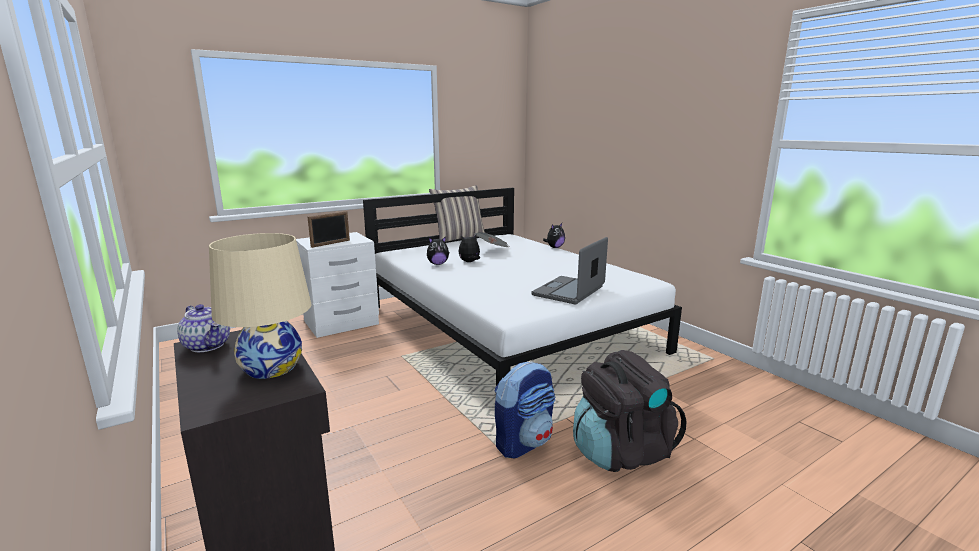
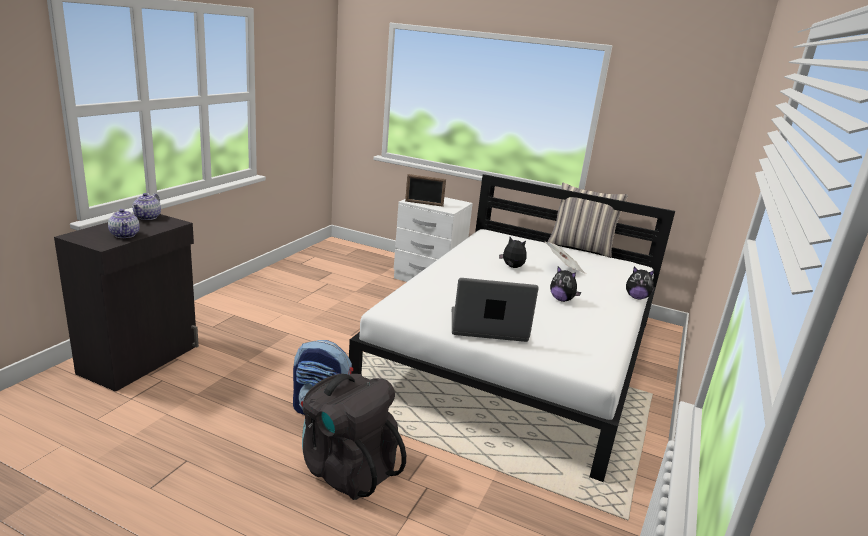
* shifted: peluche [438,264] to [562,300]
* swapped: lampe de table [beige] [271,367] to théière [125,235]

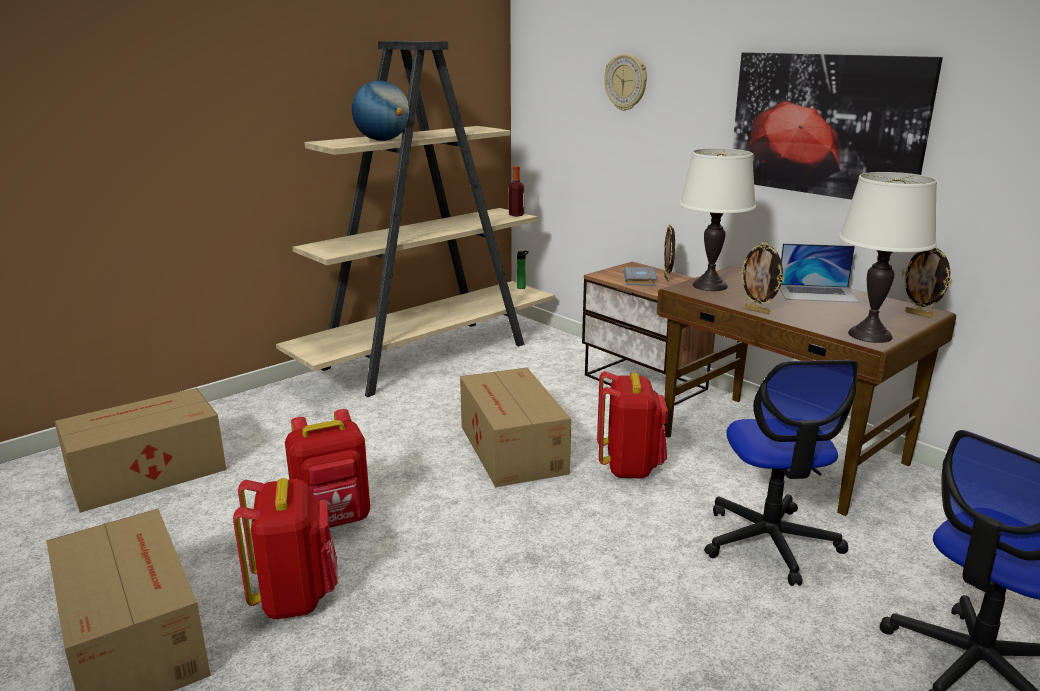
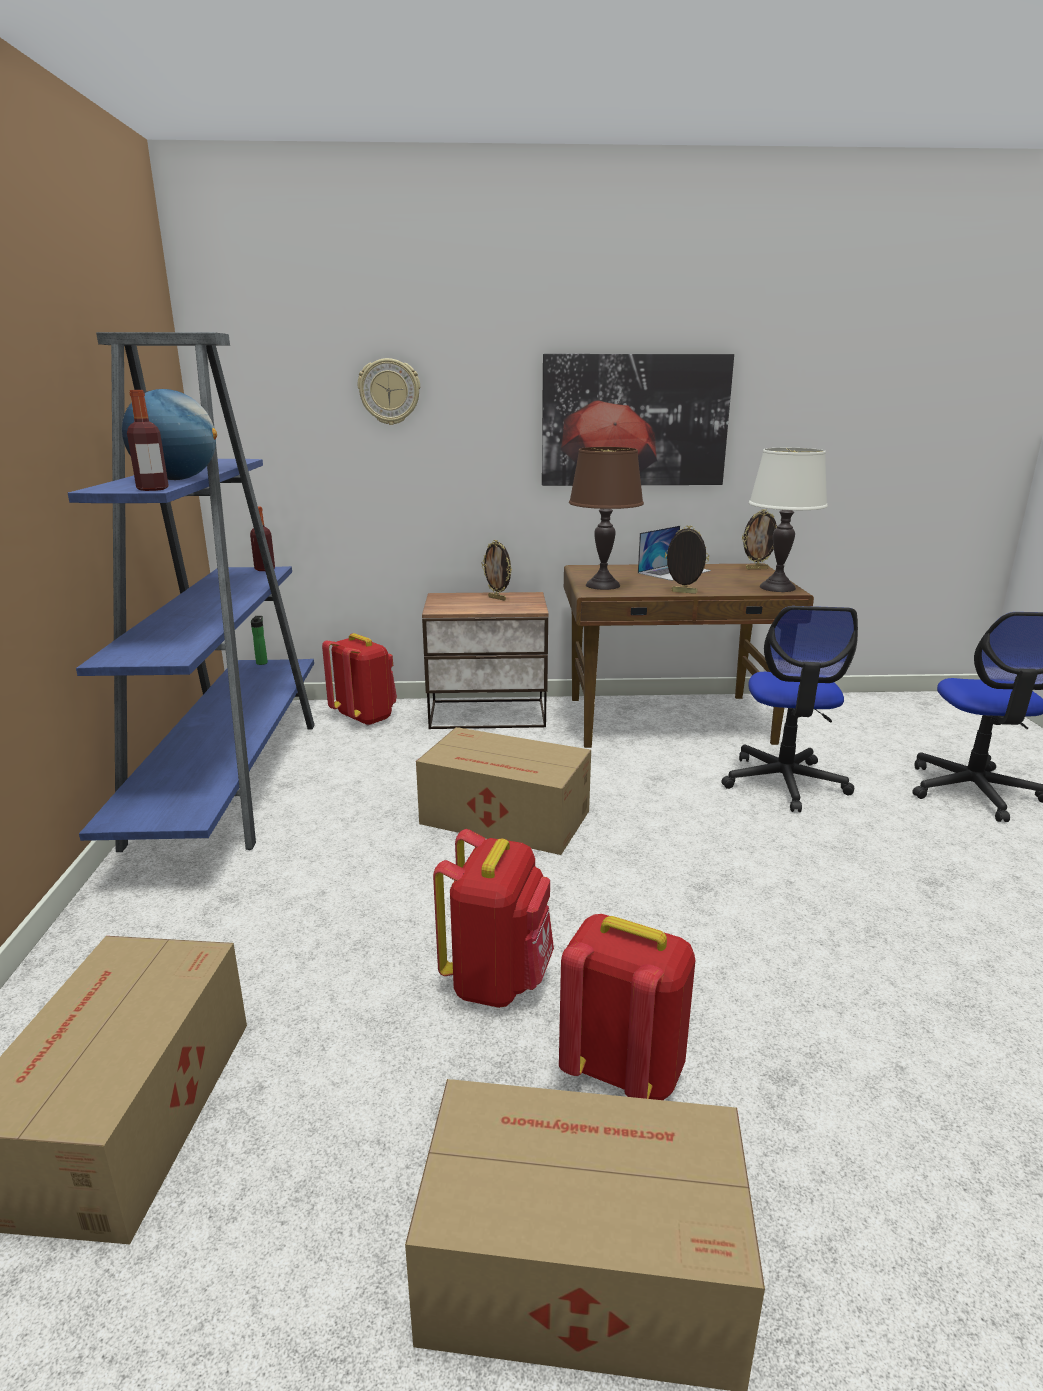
* gone: livre [gris] [641,280]
* new: bouteille [153,489]
* shifted: sac à dos [rouge] [630,467] to [365,717]
* repainted: bibliothèque [beige] [429,356] to bibliothèque [bleu] [231,777]
* repainted: lampe de table [blanc] [709,286] to lampe de table [marron] [602,585]
* rotated: chaise de bureau [770,542] = [784,782] 60 degrees clockwise
* rotated: cadre photo [757,311] = [683,592] 150 degrees counterclockwise

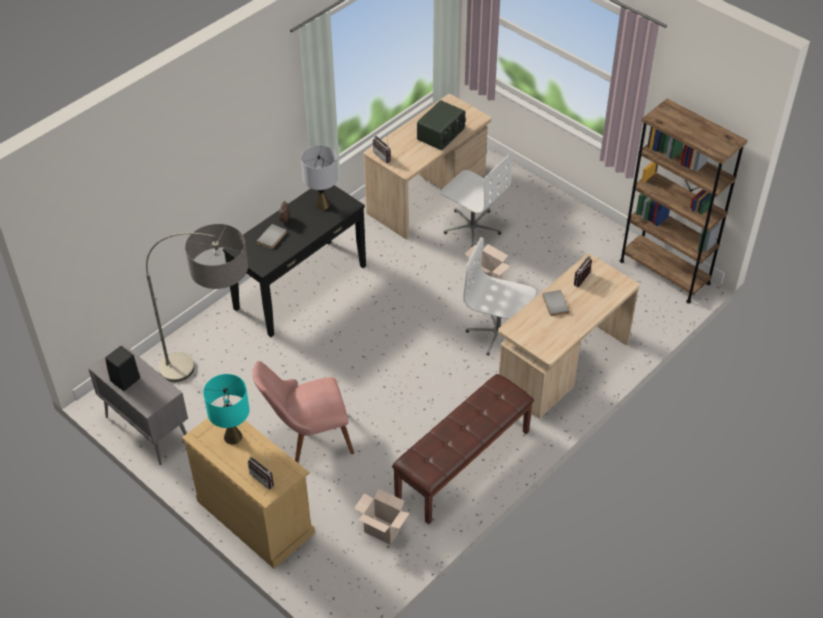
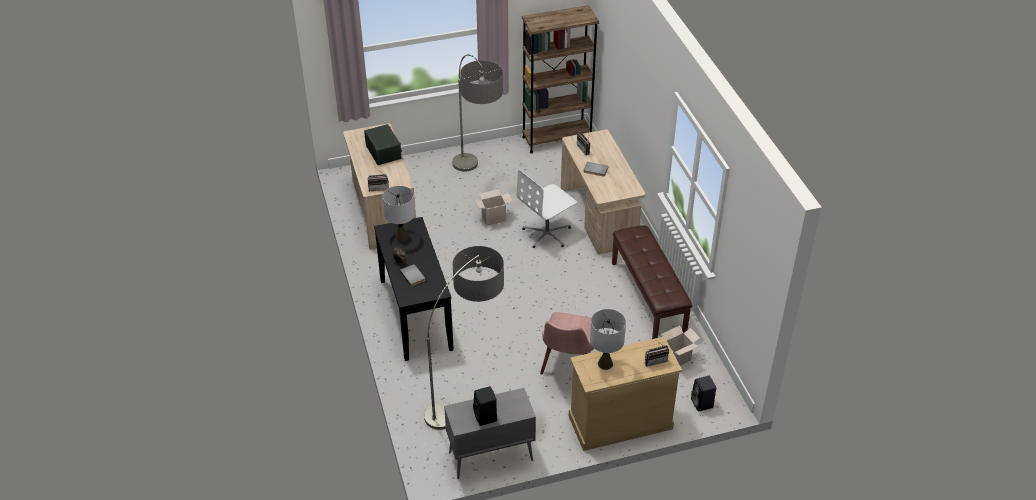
* gone: chaise de bureau [blanc] [472,227]
* new: lampadaire [477,181]
* new: enceinte [noir] [702,404]
* repainted: lampe de table [turquoise] [233,437] to lampe de table [gris] [605,364]

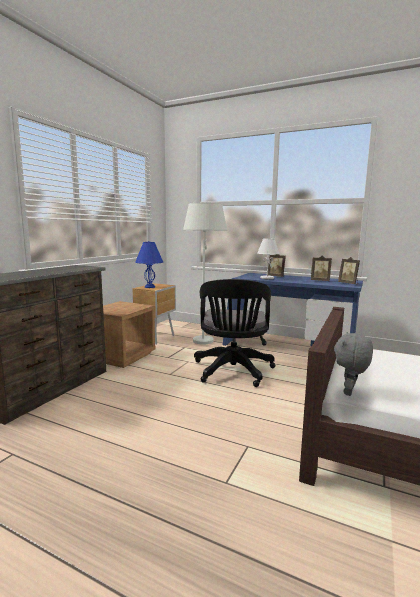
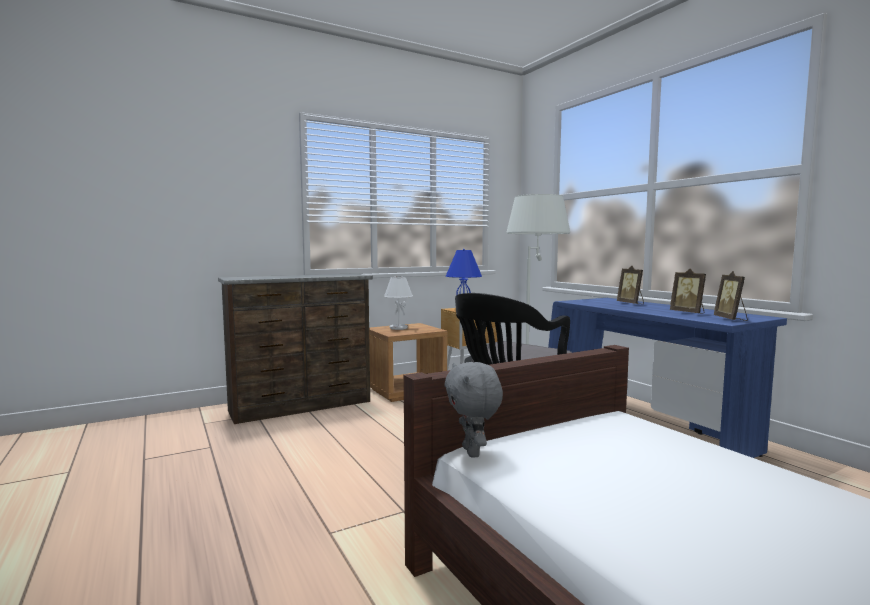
* shifted: lampe de table [blanc] [266,278] to [398,328]
* rotated: peluche [gris] [350,392] = [473,452] 75 degrees counterclockwise

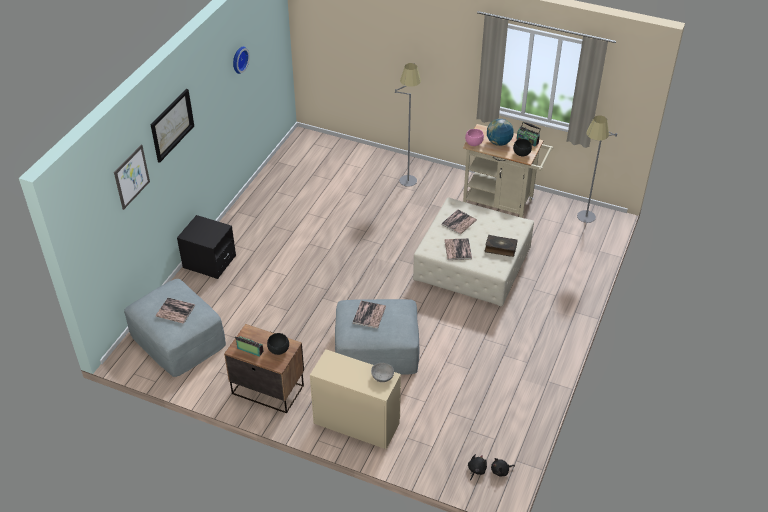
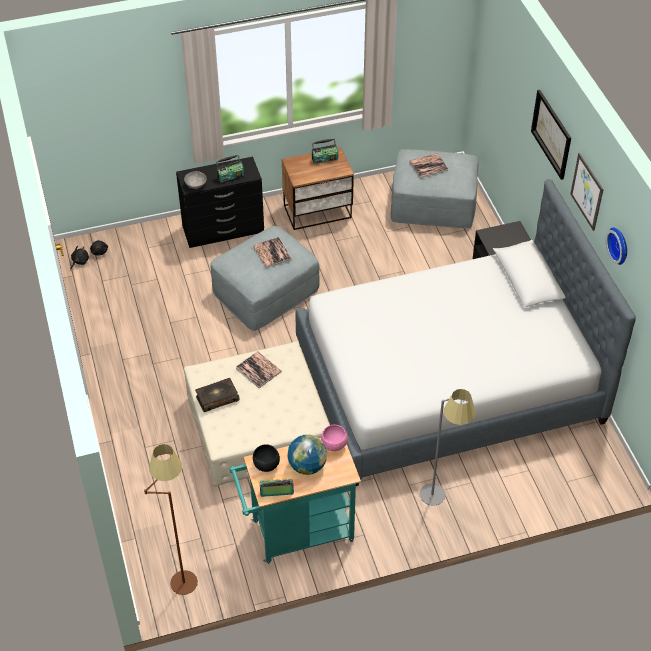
* gone: bol [noir] [279,350]
* gone: livre [459,222]
* new: radio [230,176]
* new: lit [448,382]
* shifted: tableau [131,177] to [587,191]
* repainted: commode [beige] [356,422] to commode [noir] [223,230]
* repainted: chariot [beige] [502,204] to chariot [turquoise] [296,533]
* repainted: lampadaire [gris] [584,221] to lampadaire [marron] [181,572]

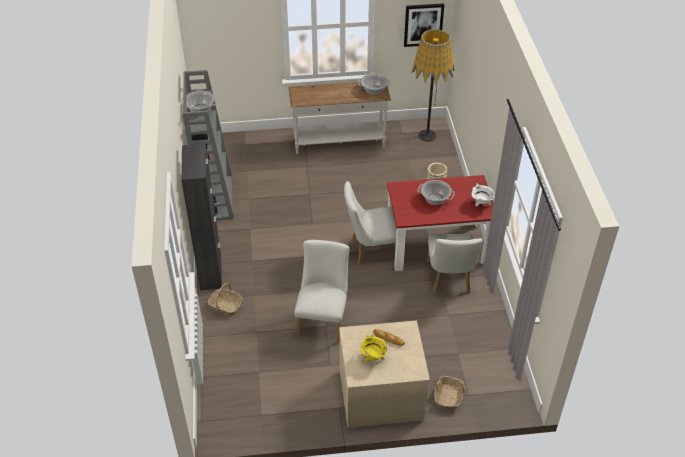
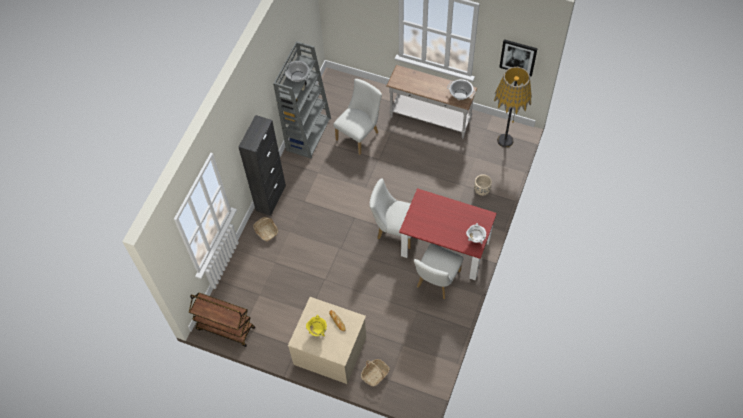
* gone: marmite [435,199]
* new: chariot [marron] [225,328]
* shifted: chaise [blanc] [323,319] to [359,134]

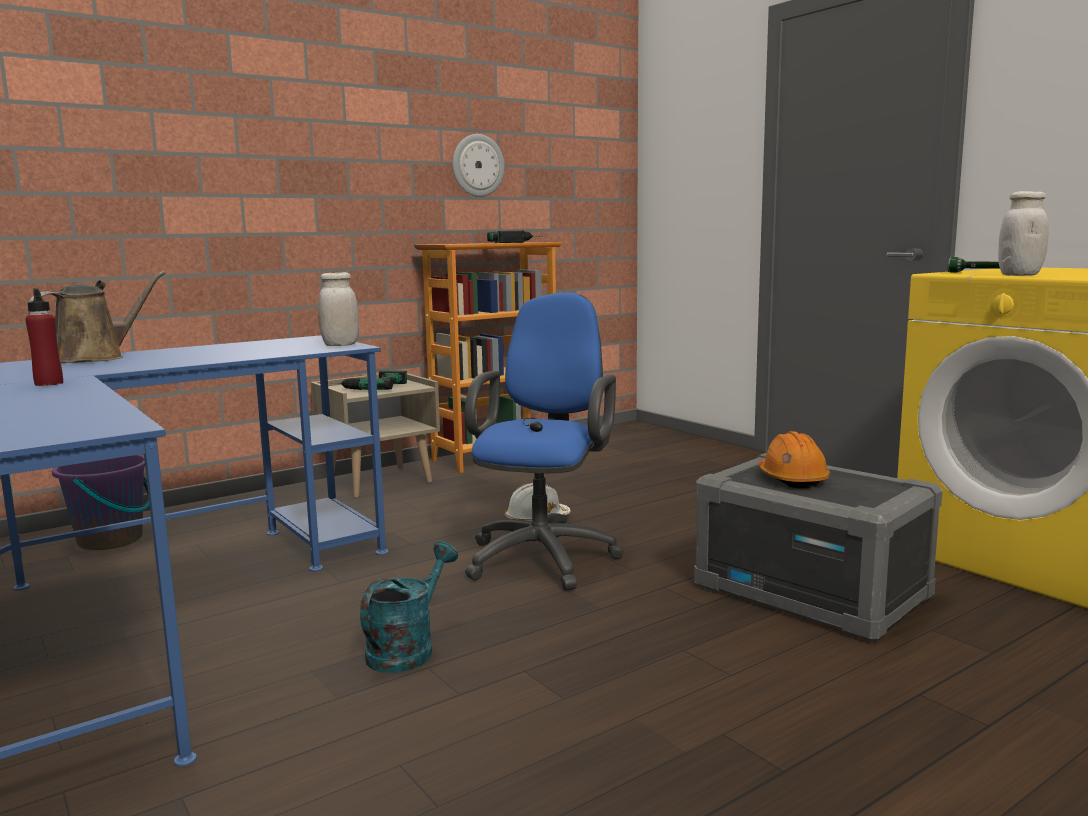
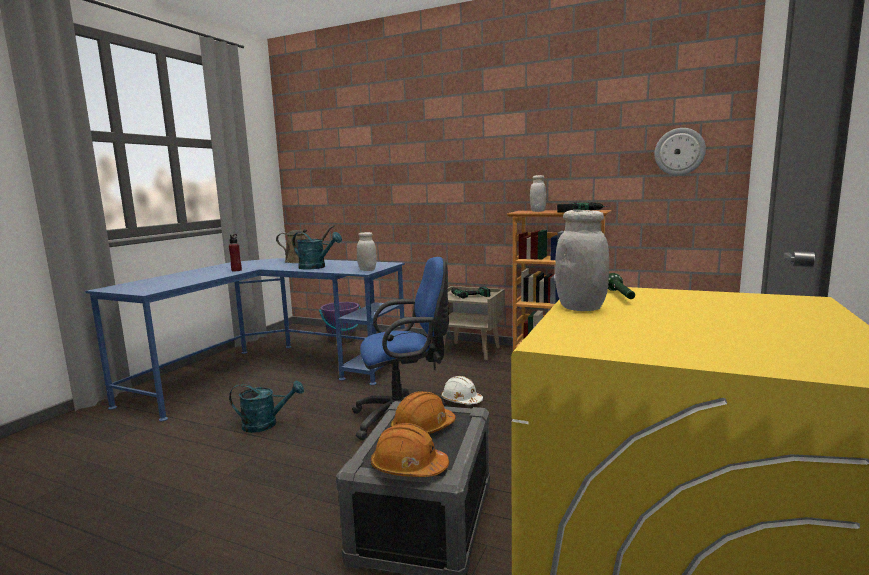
* new: arrosoir [turquoise] [316,267]
* new: casque de chantier [orange] [408,467]
* new: bocal [blanc] [537,211]
* shifted: horloge murale [477,165] to [679,152]

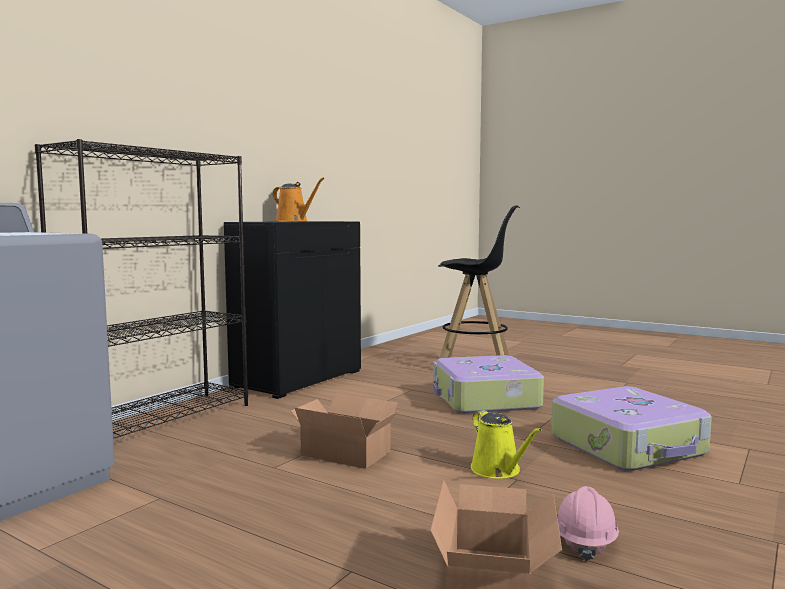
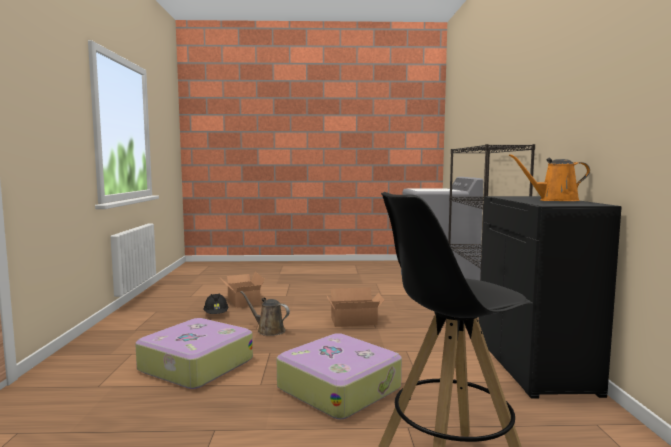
* repainted: arrosoir [jaune] [498,471] to arrosoir [marron] [268,330]
* repainted: casque de chantier [rose] [585,542] to casque de chantier [noir] [216,314]

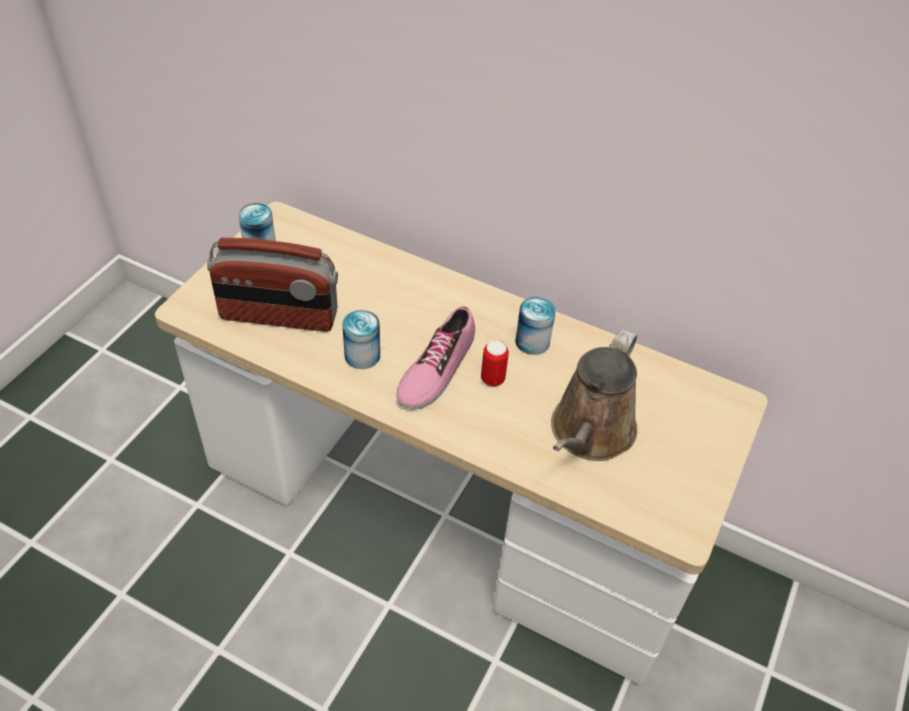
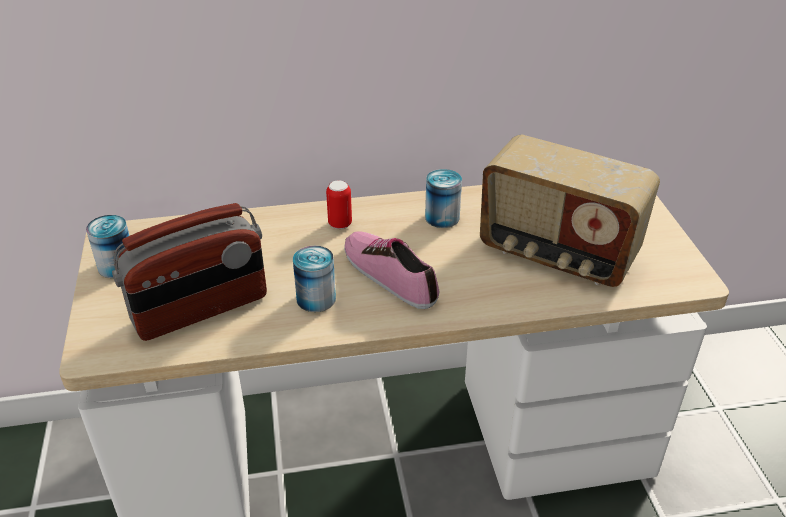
* shifted: boîte métallique [492,379] to [340,224]
* swapped: arrosoir [marron] [589,433] to radio [557,254]
* rotated: chaussure [436,368] = [390,274] 150 degrees clockwise

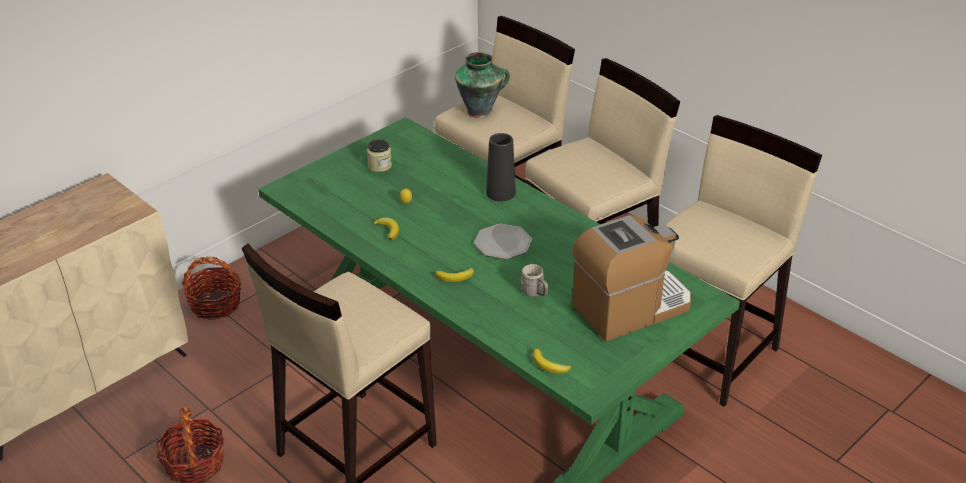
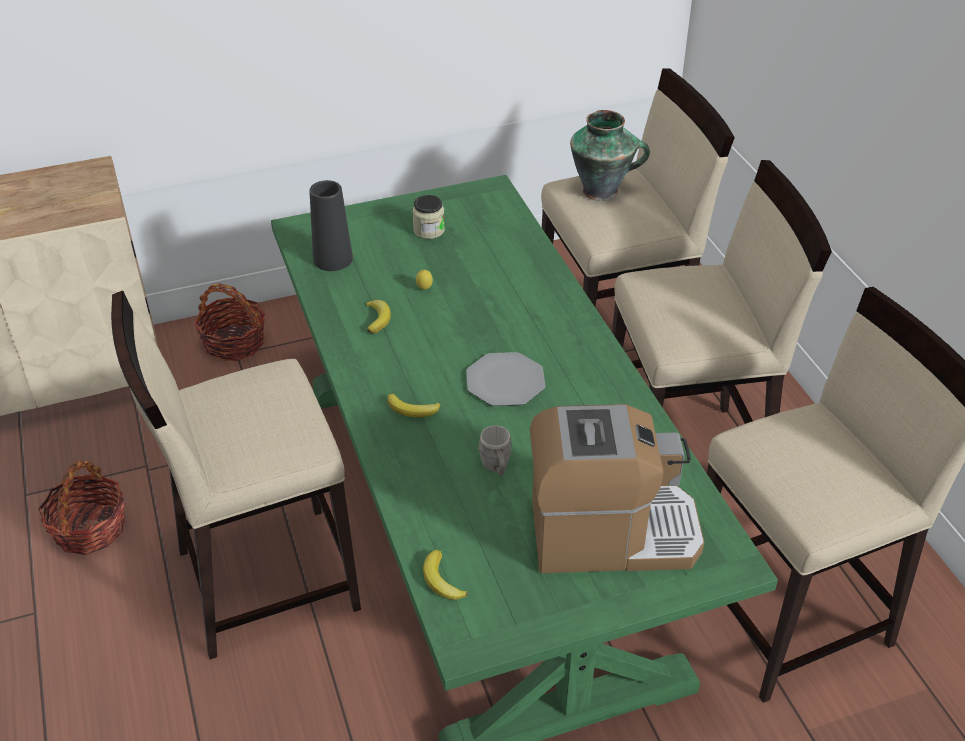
* shifted: vase [noir] [500,192] to [333,259]

